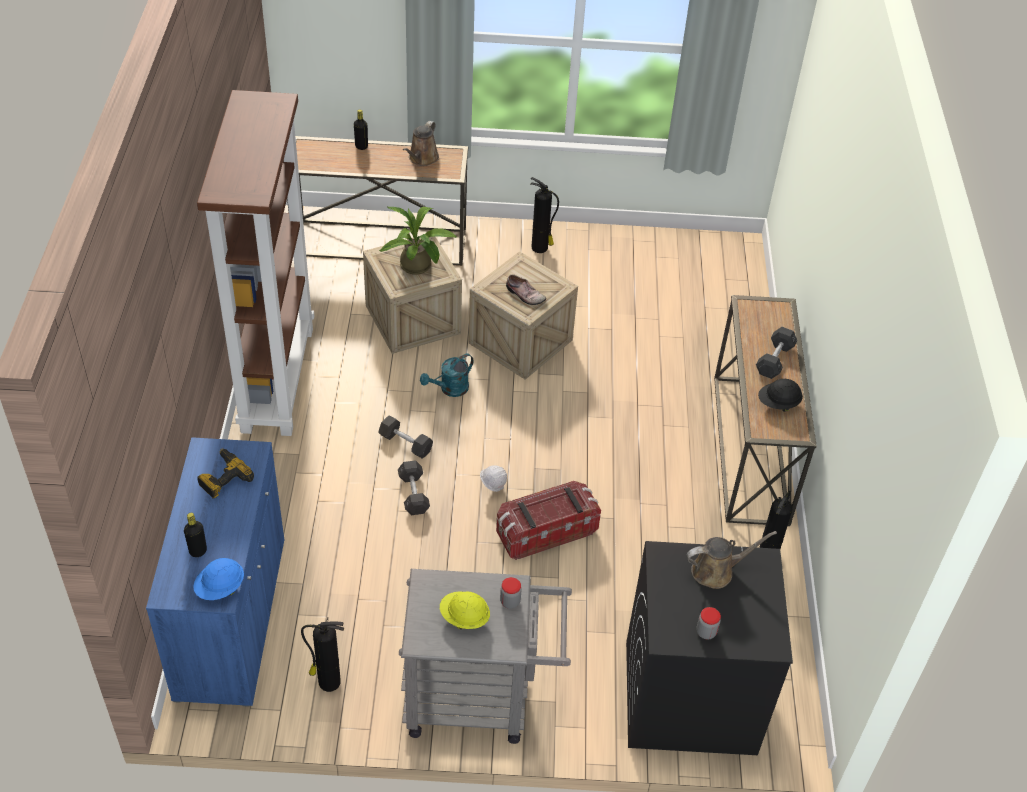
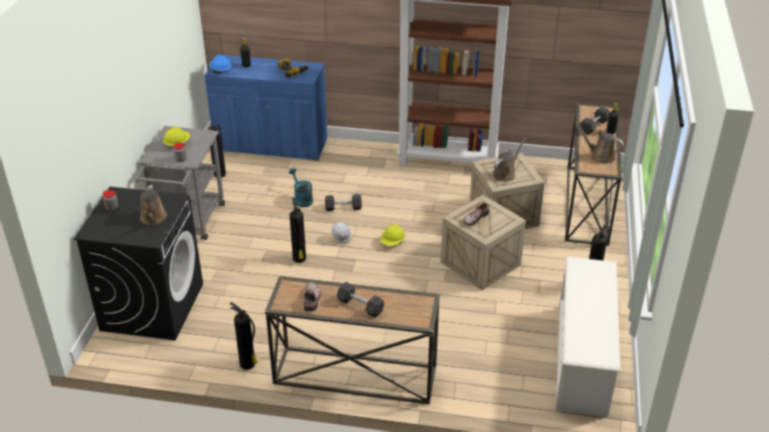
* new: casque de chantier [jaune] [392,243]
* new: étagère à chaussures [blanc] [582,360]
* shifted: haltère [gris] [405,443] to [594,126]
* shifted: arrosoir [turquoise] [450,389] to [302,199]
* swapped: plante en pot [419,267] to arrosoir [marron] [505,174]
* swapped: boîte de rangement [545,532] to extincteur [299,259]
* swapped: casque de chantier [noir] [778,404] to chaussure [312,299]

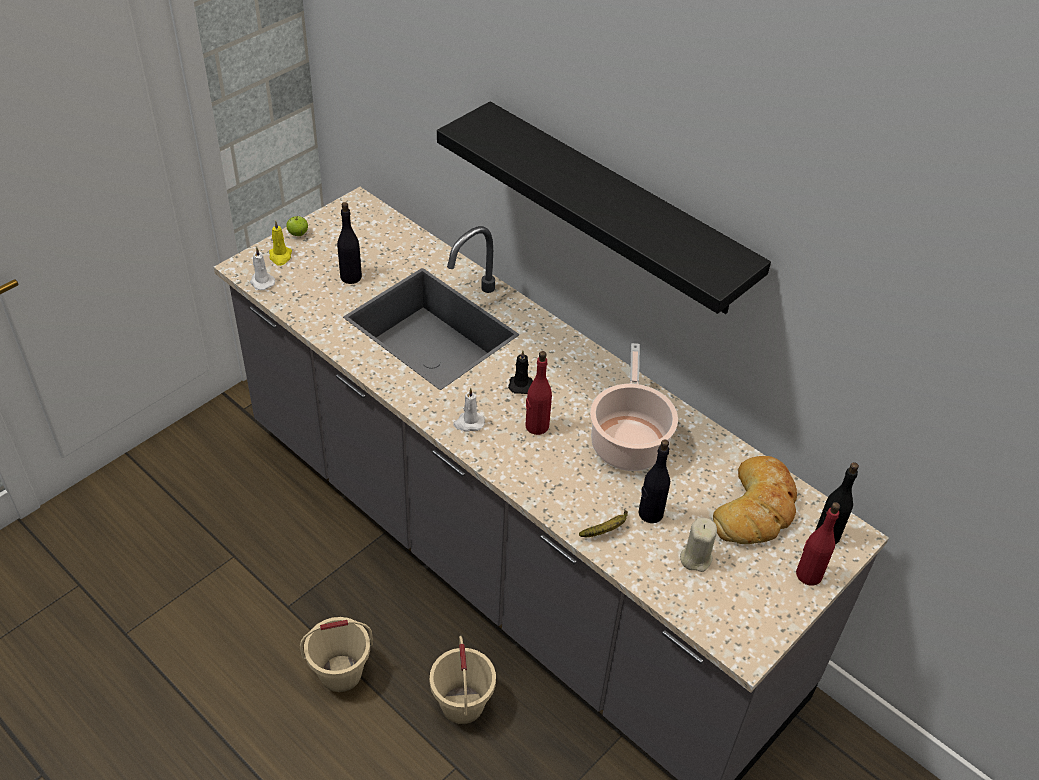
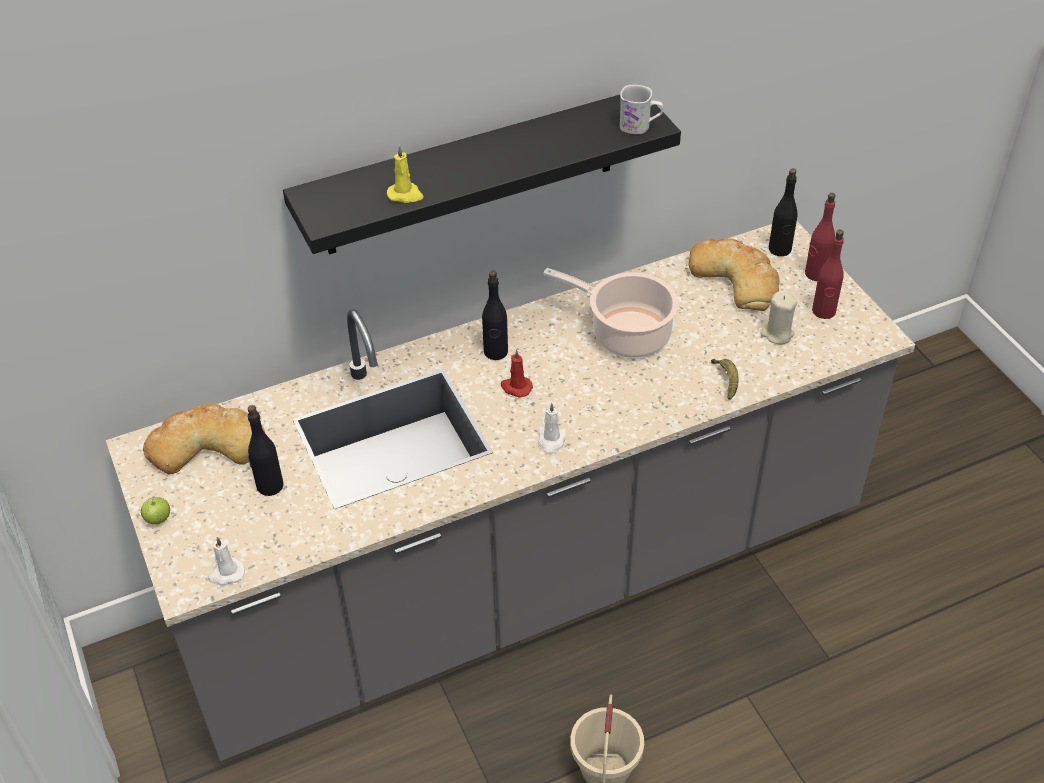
* gone: seau [beige] [463,704]
* new: pain [206,444]
* new: mug [blanc] [640,126]
* shifted: bougie [jaune] [280,257] to [406,195]
* shifted: bouteille [rouge] [536,426] to [823,311]
* shifted: bouteille [noir] [650,513] to [495,352]
* repainted: bougie [noir] [520,384] to bougie [rouge] [516,387]

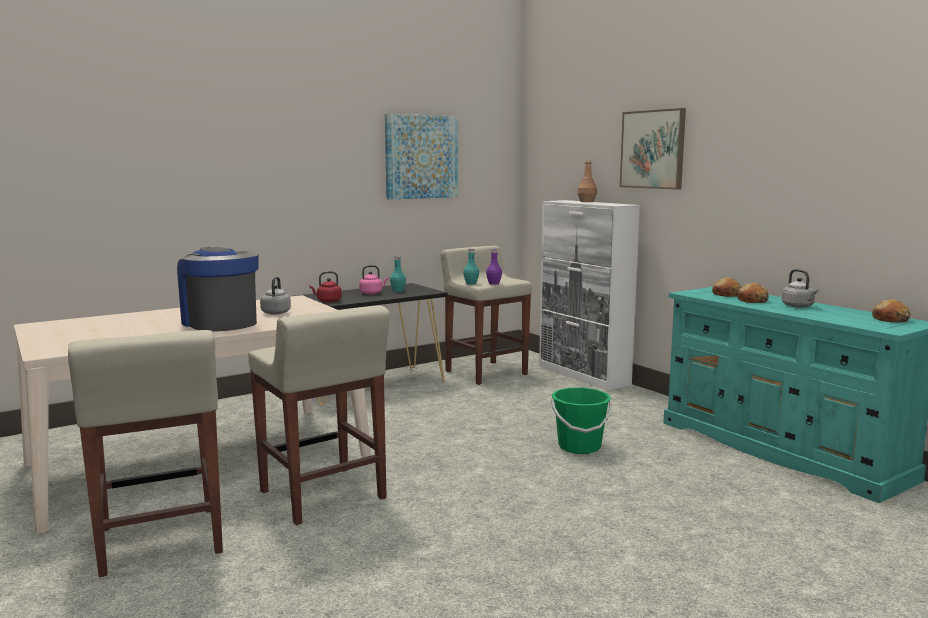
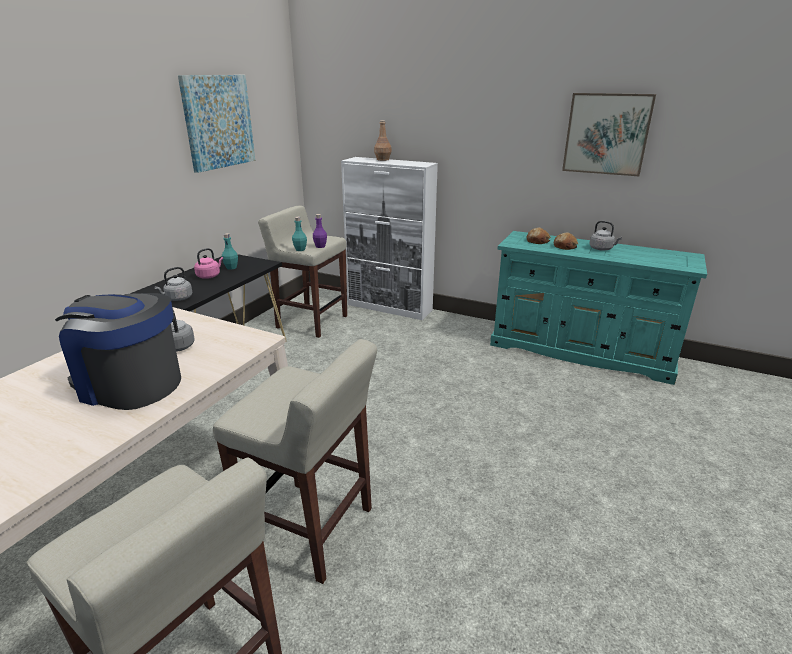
* gone: seau [vert] [579,447]
* gone: pain [890,319]
* shifted: tableau [653,149] to [606,134]
* repainted: bouilloire [rouge] [327,301] to bouilloire [gris] [177,298]

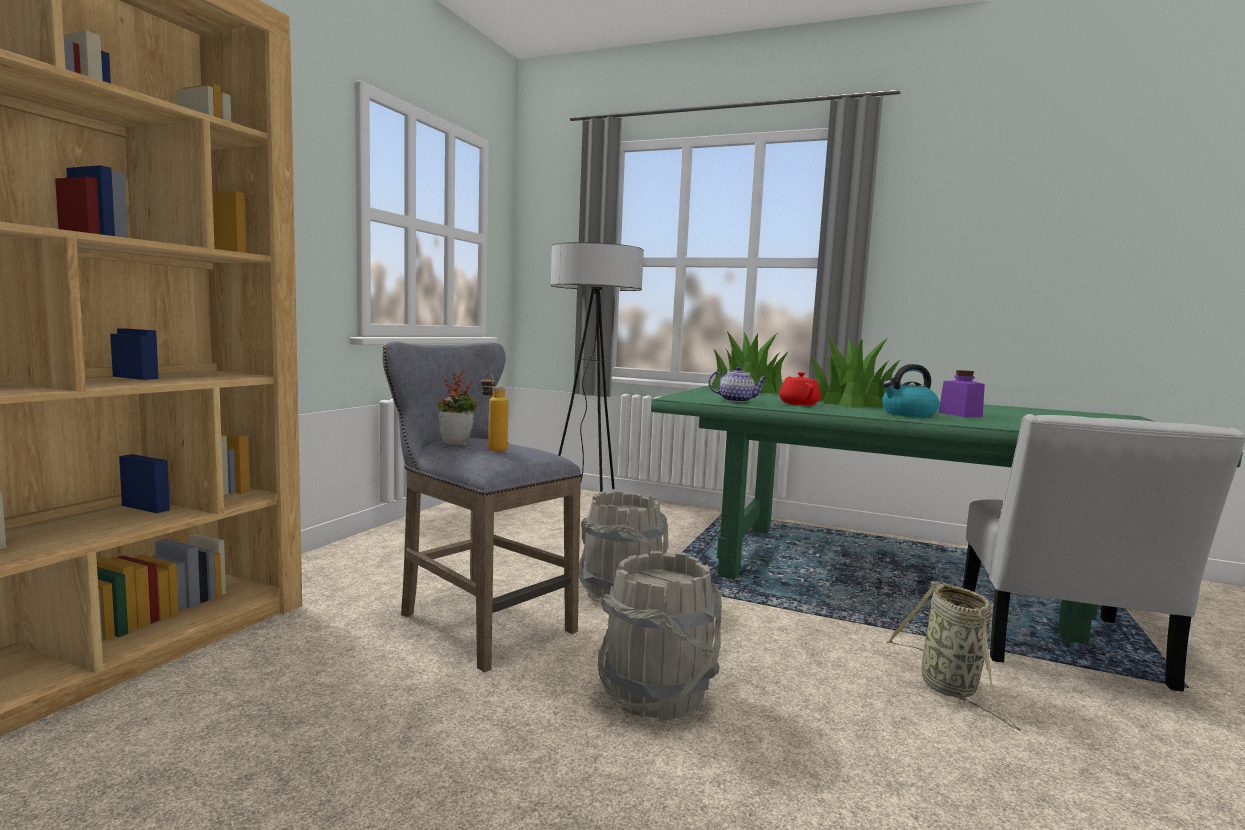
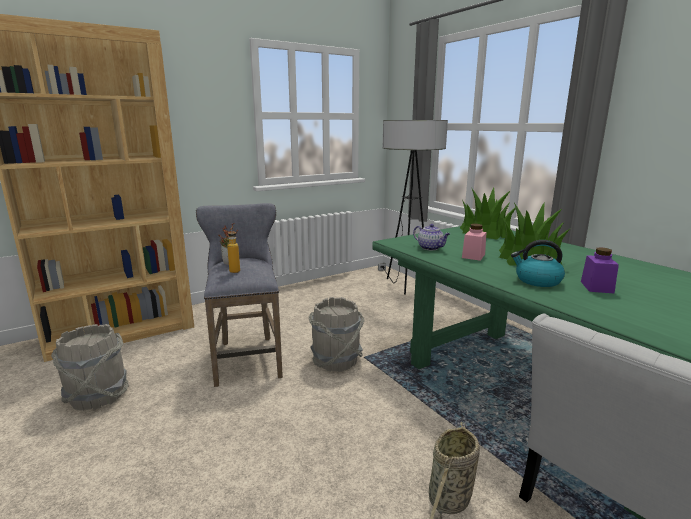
* shifted: seau [gris] [656,694] to [98,396]
* swapped: théière [rouge] [798,403] to bocal [rose] [473,256]

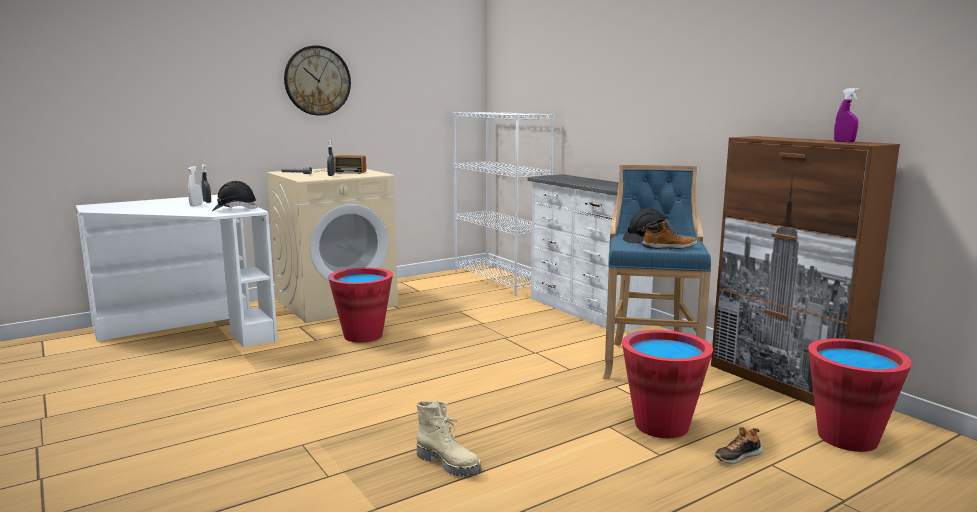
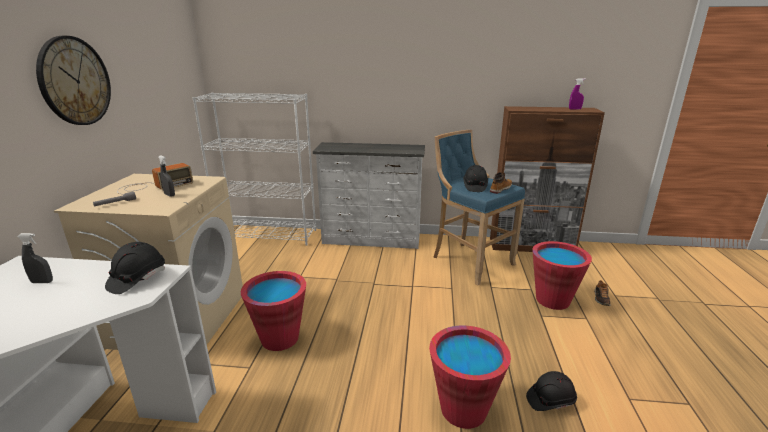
* gone: vaporisateur [blanc] [196,205]
* shifted: seau [rouge] [847,438] to [463,409]
* swapped: botte [beige] [449,463] to casque de chantier [noir] [550,400]

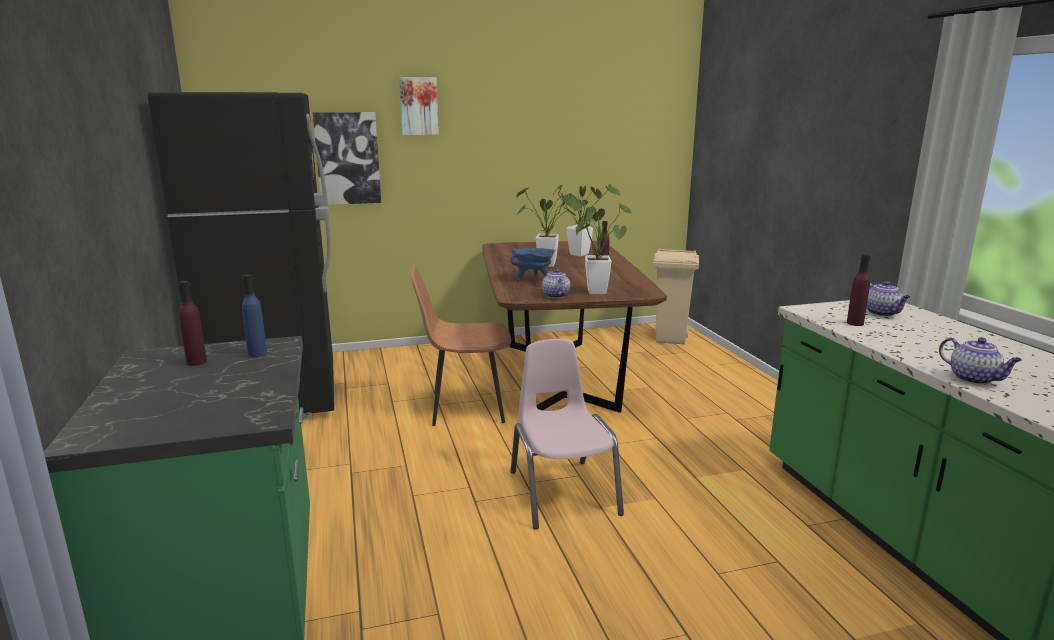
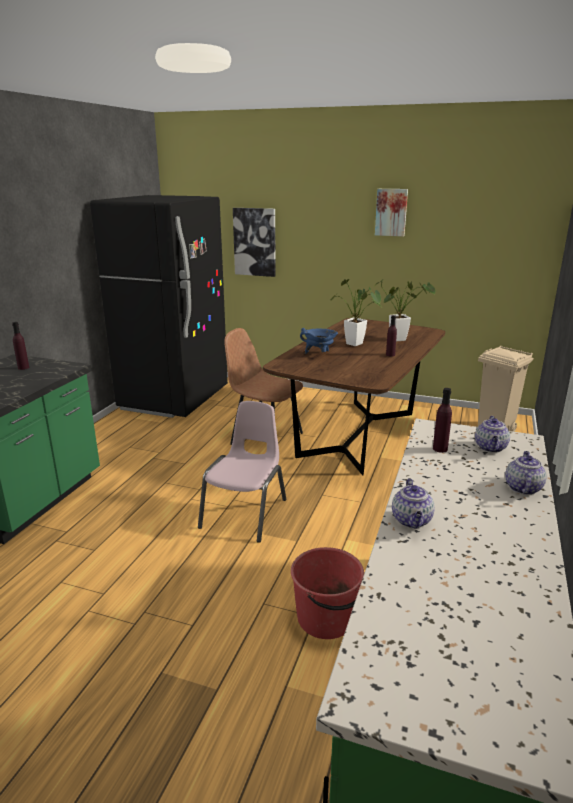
* gone: bouteille [bleu] [257,353]
* gone: plante en pot [596,290]
* new: seau [rouge] [327,618]
* shifted: tableau [418,106] to [391,212]
* shifted: théière [555,295] to [522,487]

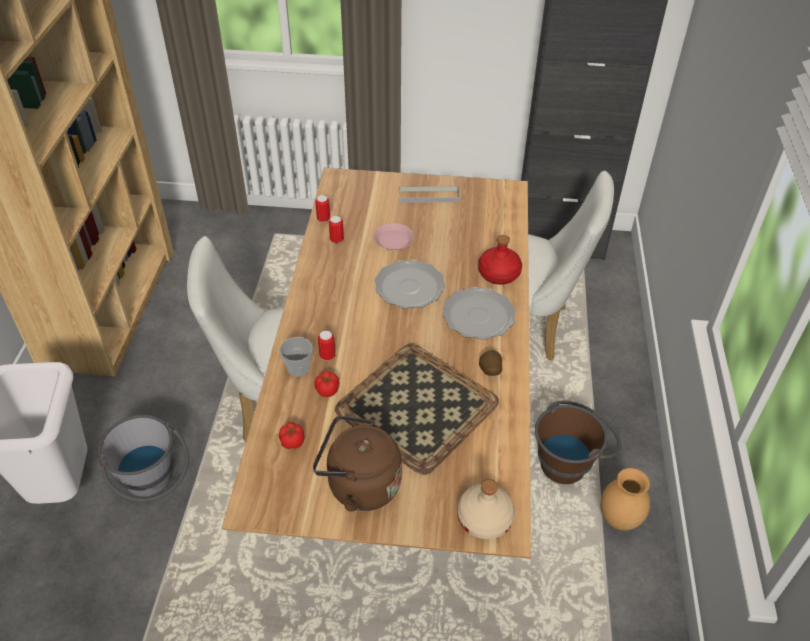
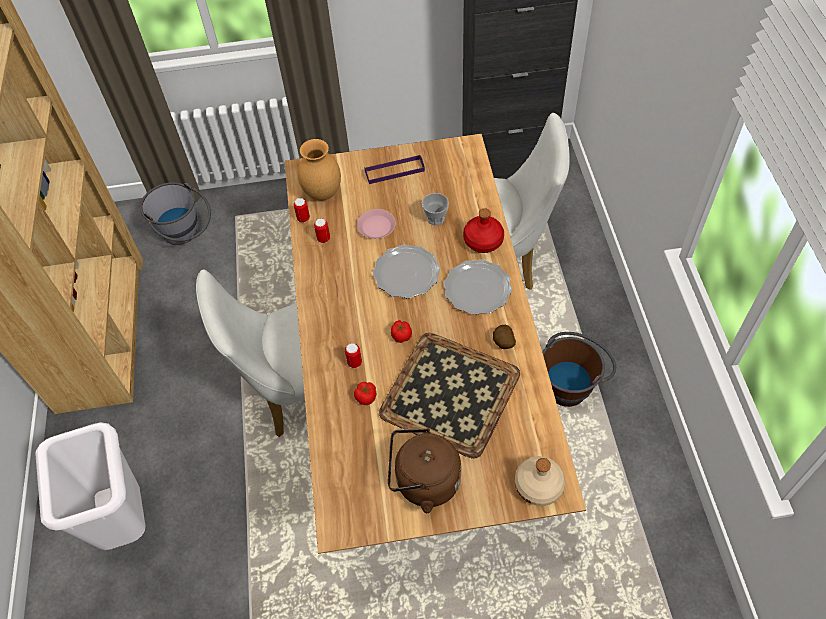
* shifted: seau [gris] [153,484] to [185,235]
* shifted: tasse [298,368] to [435,218]
* shifted: tomate [292,441] to [401,335]
* shifted: vase [marron] [619,520] to [323,193]
* repainted: plateau [gris] [428,196] to plateau [violet] [394,171]

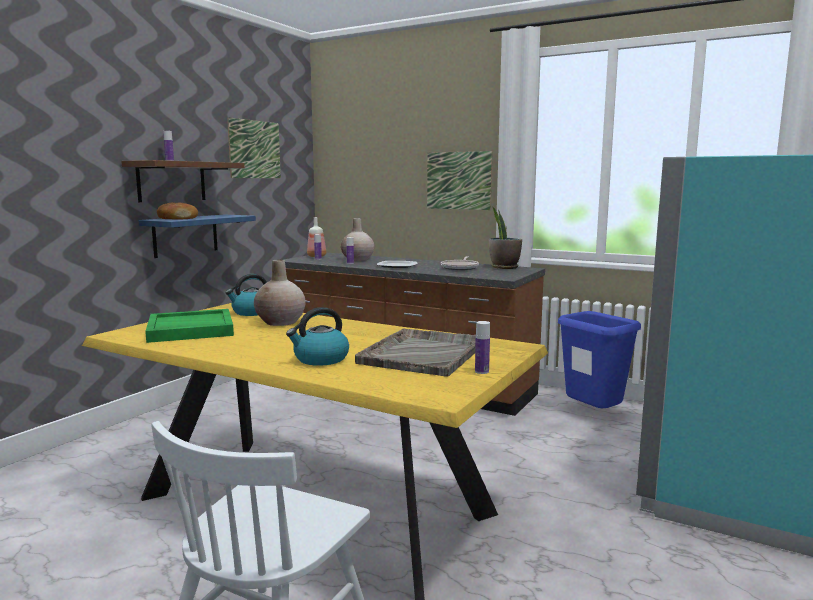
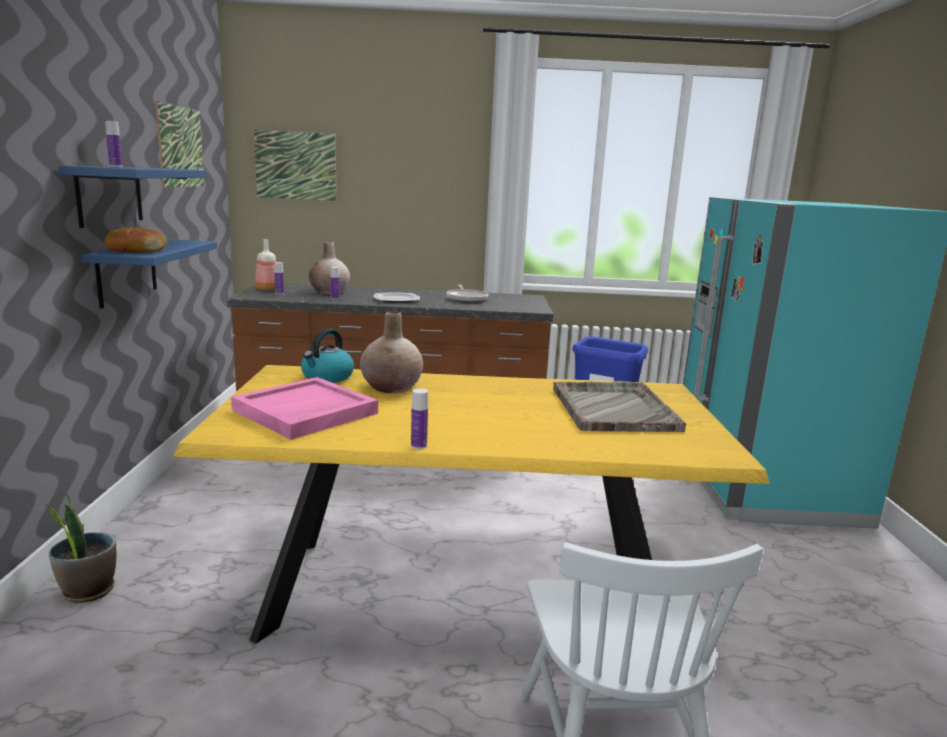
* gone: bouilloire [320,359]
* shifted: tableau [458,180] to [296,165]
* shifted: bouteille [481,371] to [418,446]
* shifted: plante en pot [504,267] to [88,590]
* repainted: étagère [marron] [171,181] to étagère [bleu] [109,195]
* repainted: plateau [vert] [190,330] to plateau [rose] [305,412]

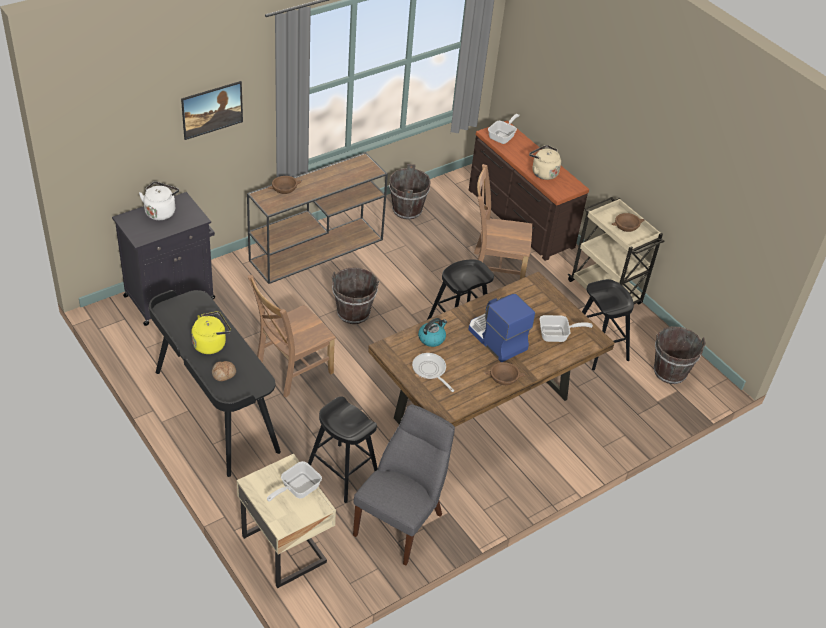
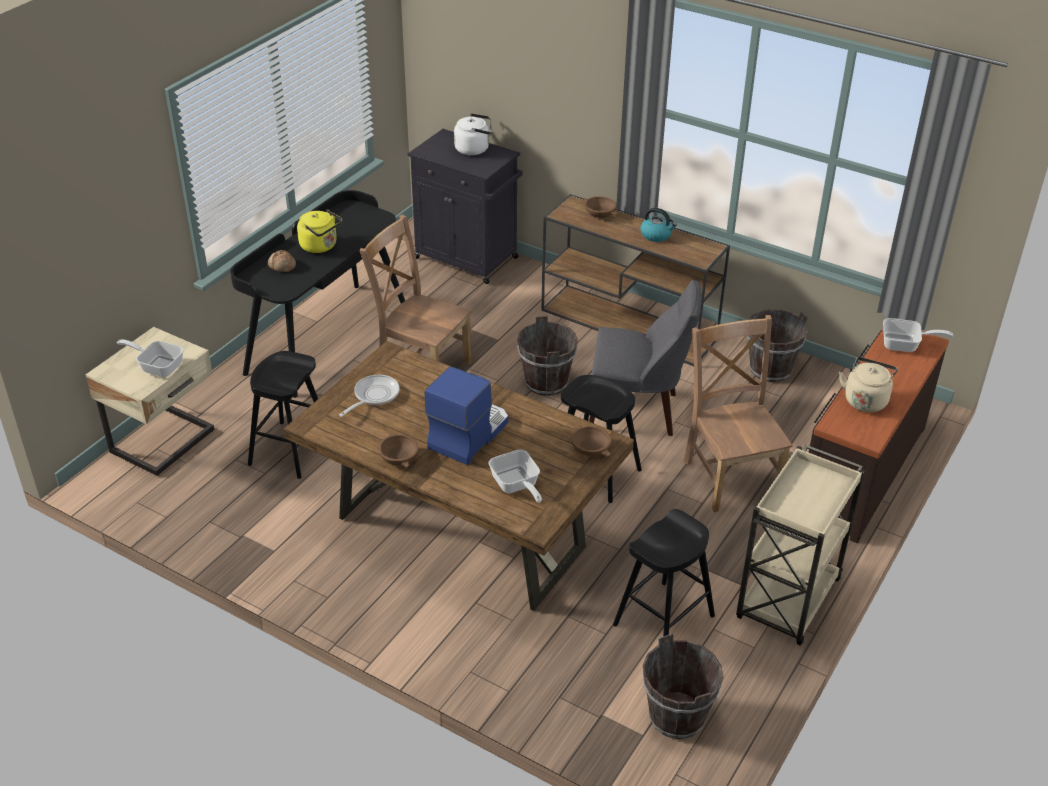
* gone: tableau [213,120]
* shifted: chaise [gris] [401,522] to [638,411]
* shifted: bouilloire [432,338] to [656,235]
* shifted: bol [marron] [626,227] to [590,449]

